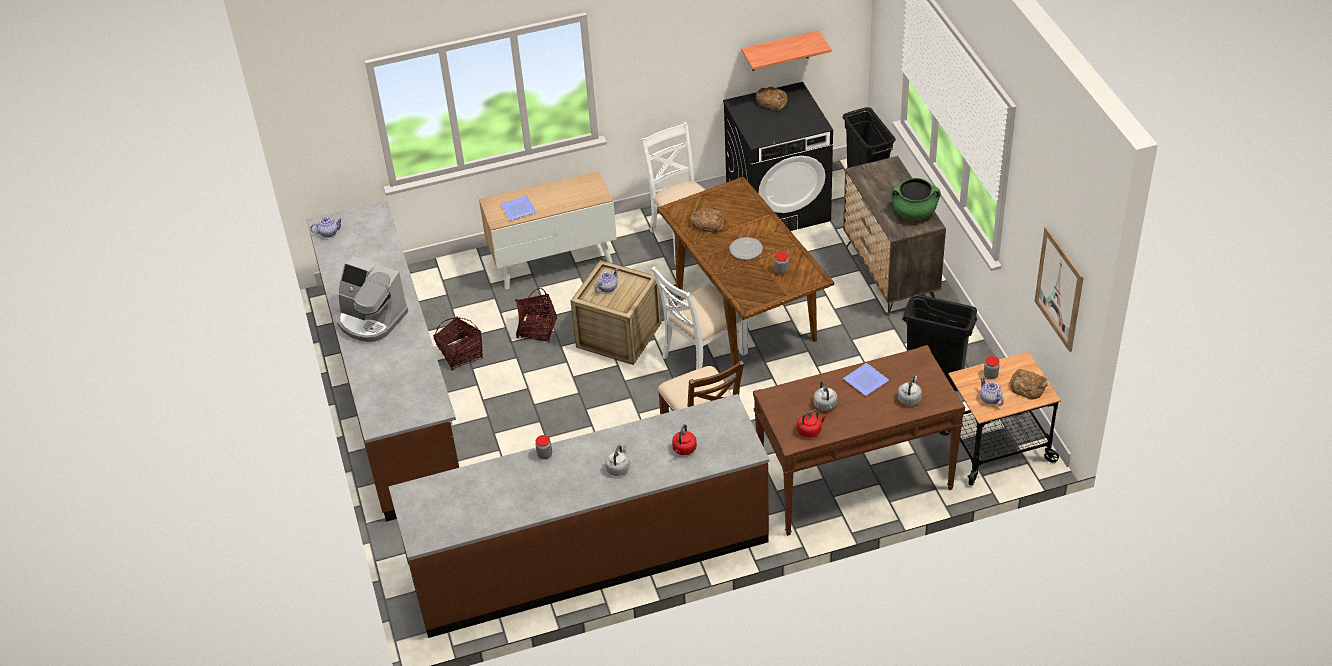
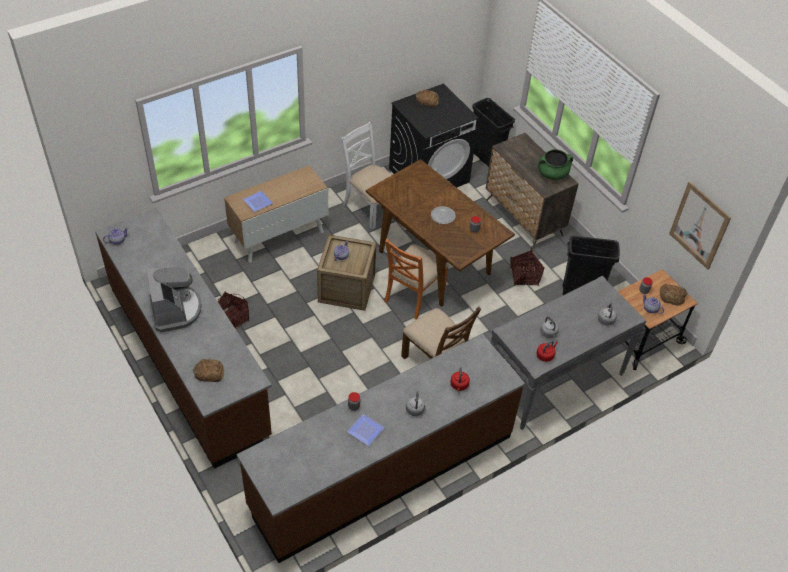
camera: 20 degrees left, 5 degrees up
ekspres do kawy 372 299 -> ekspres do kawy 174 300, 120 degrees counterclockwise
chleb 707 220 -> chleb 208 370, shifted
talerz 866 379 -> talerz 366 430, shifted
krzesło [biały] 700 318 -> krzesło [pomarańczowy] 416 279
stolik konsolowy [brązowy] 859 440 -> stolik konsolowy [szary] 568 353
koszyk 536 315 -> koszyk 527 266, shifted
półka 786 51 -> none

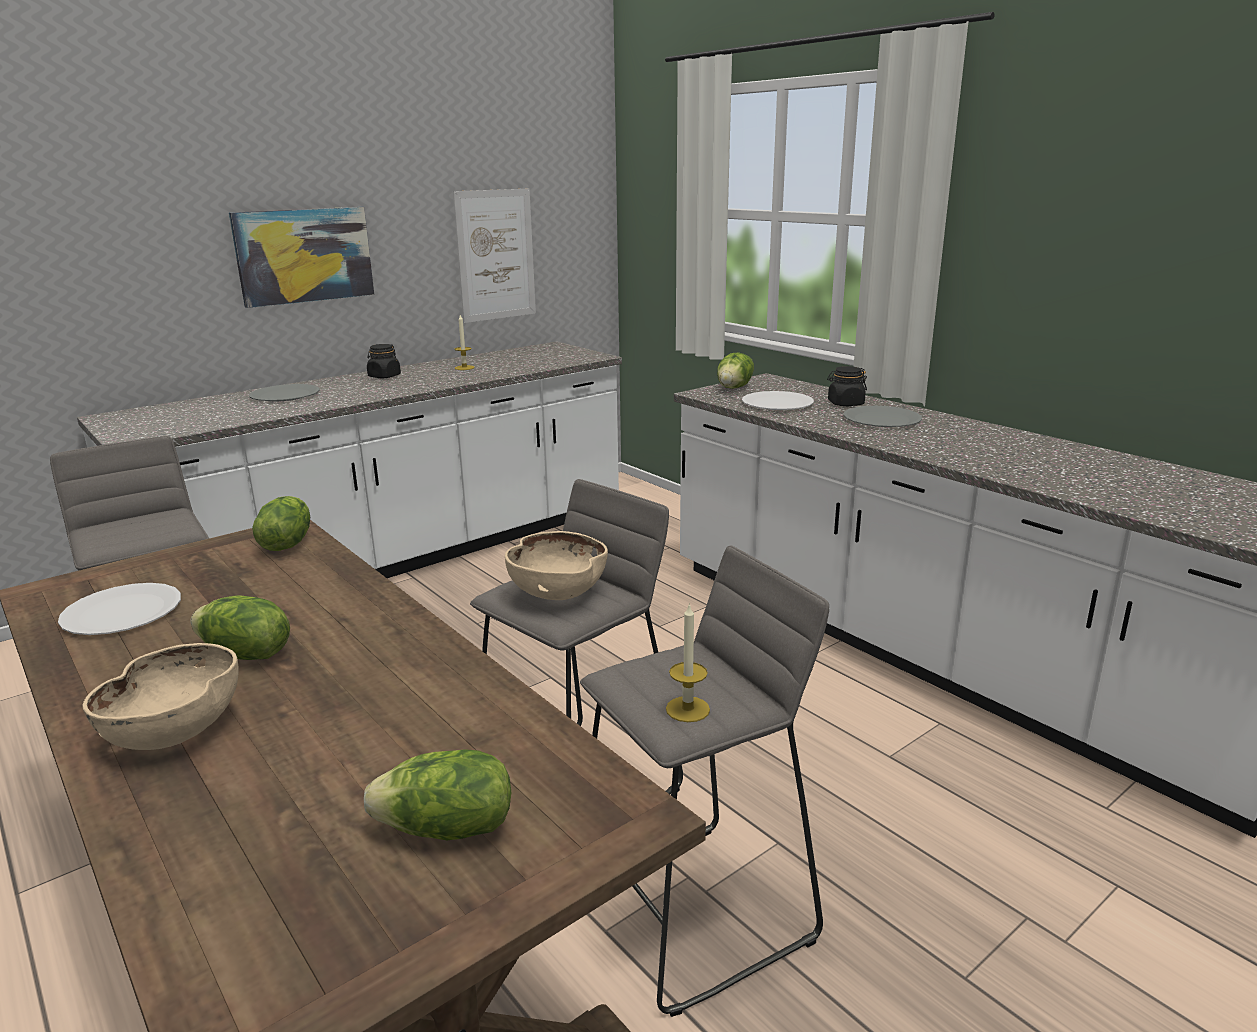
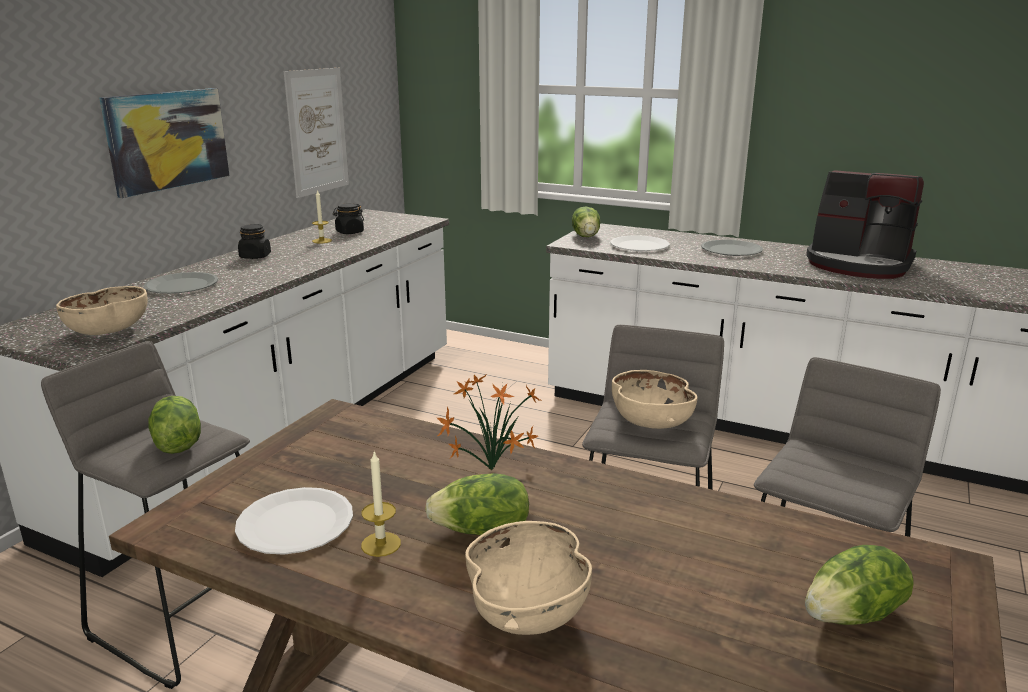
camera: 25 degrees left, 0 degrees up
none -> miska [beżowy] 102 310
sałata 281 523 -> sałata 174 425, shifted
słoik [czarny] 847 386 -> słoik [czarny] 348 218, shifted
świeca 688 662 -> świeca 381 504, shifted
none -> roślina doniczkowa 489 423
none -> ekspres do kawy 865 224

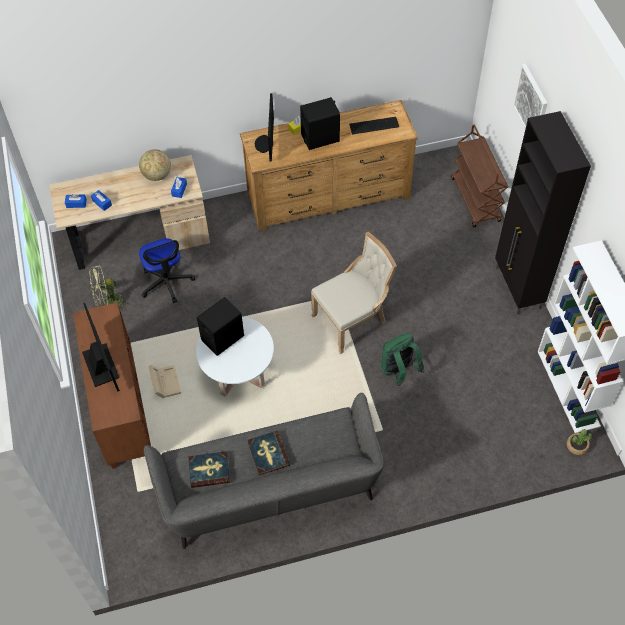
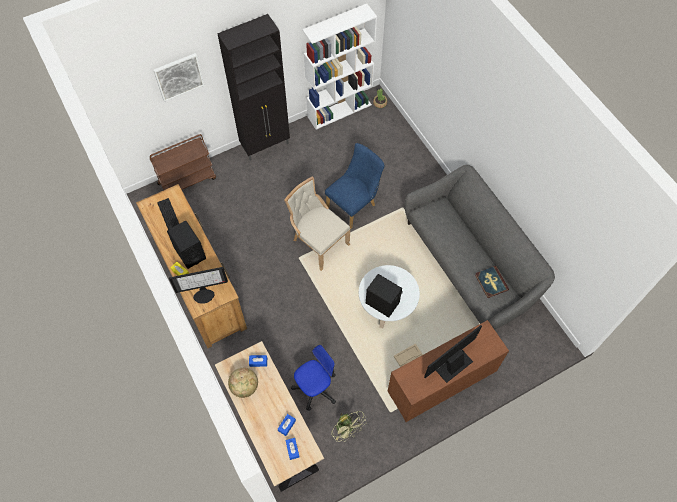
camera: 105 degrees left, 5 degrees up
plecak [zielony] 402 359 -> krzesło [niebieski] 355 186
książka 269 453 -> none

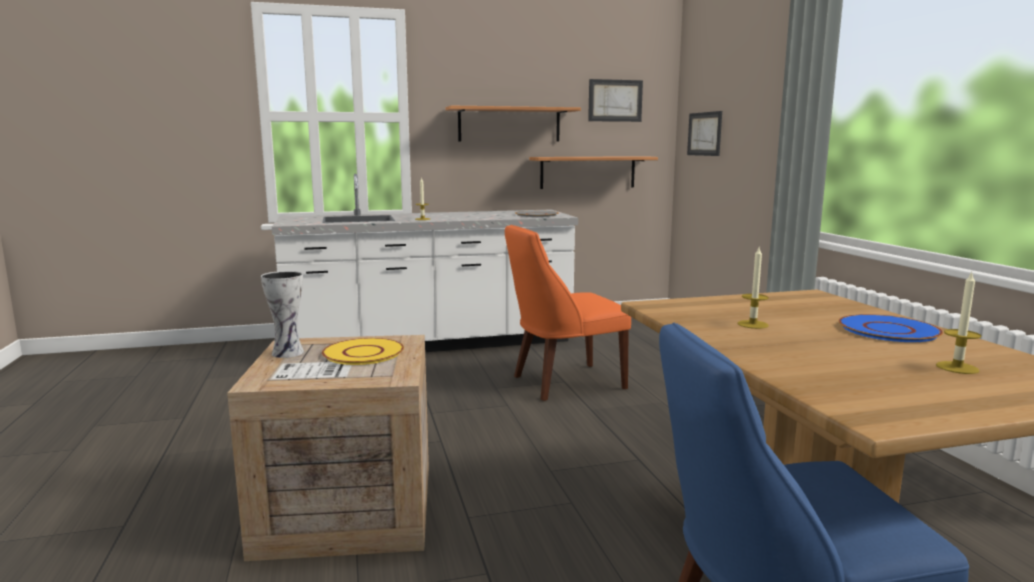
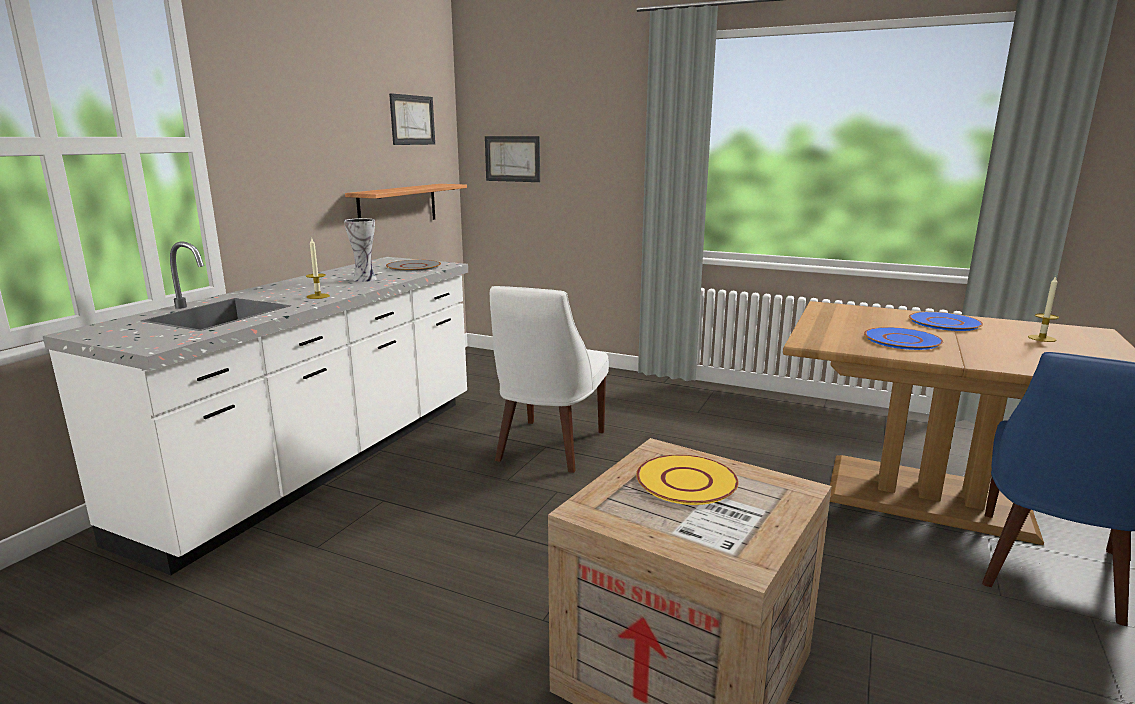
camera: 50 degrees left, 5 degrees up
wazon 282 314 -> wazon 360 250, shifted
krzesło [pomarańczowy] 568 313 -> krzesło [biały] 549 379
świeca 753 288 -> talerz [niebieski] 903 338
półka 513 124 -> none

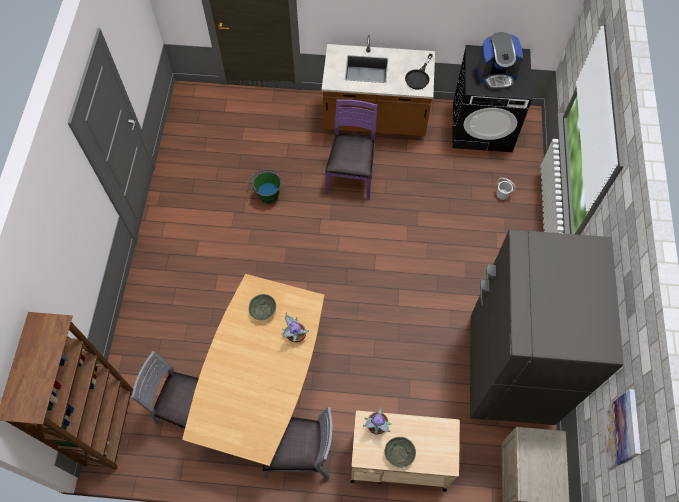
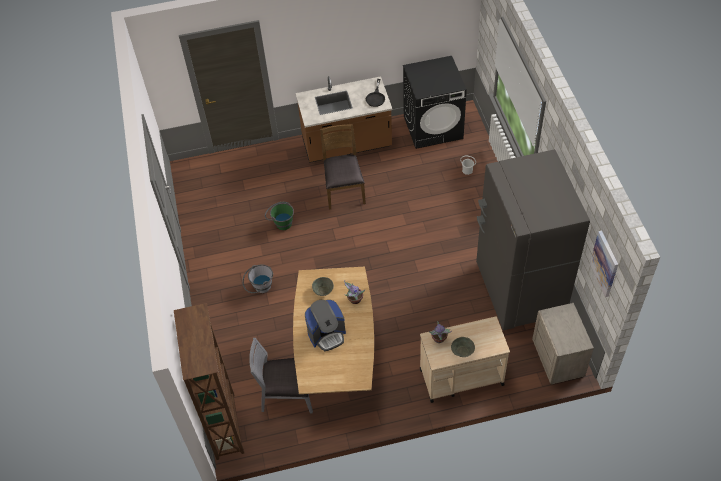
camera: 15 degrees left, 10 degrees down
none -> wiadro [szary] 257 278
ekspres do kawy 500 61 -> ekspres do kawy 325 325, shifted
krzesło [fioletowy] 351 149 -> krzesło [brązowy] 343 167
krzesło [szary] 297 443 -> none

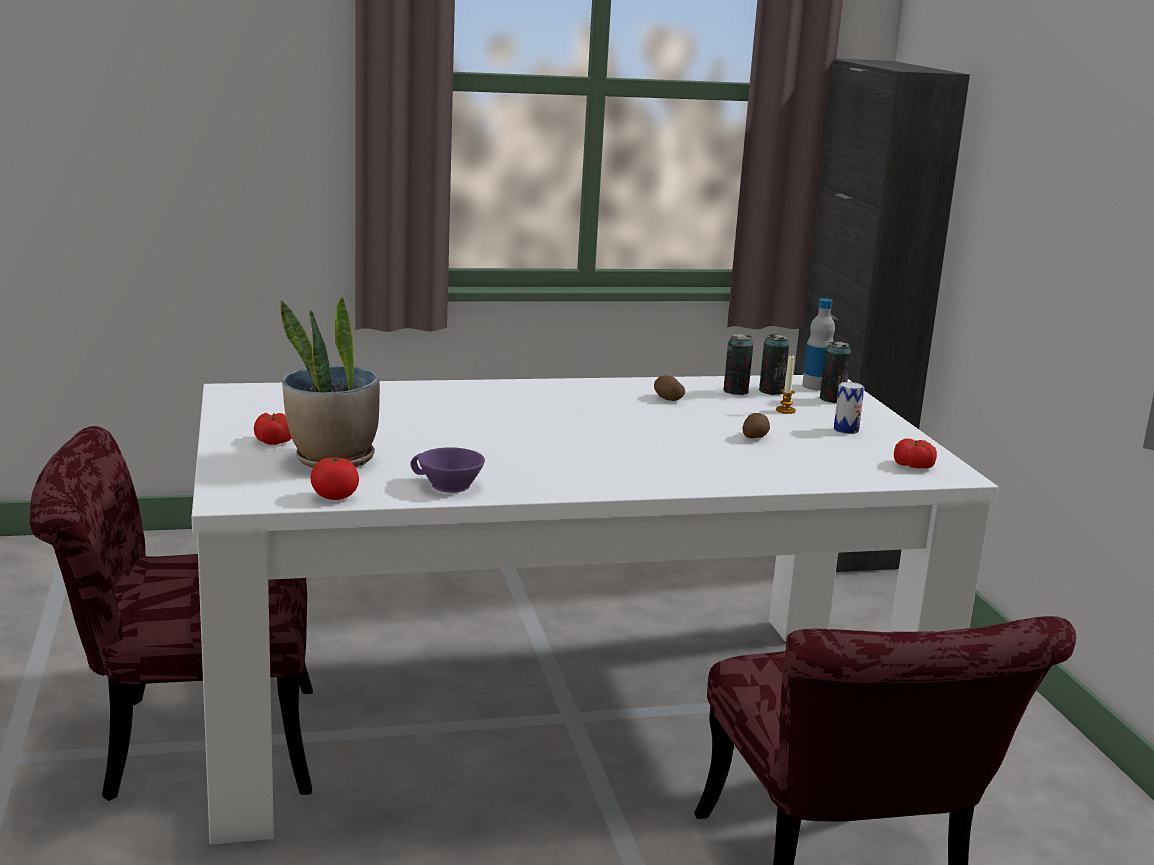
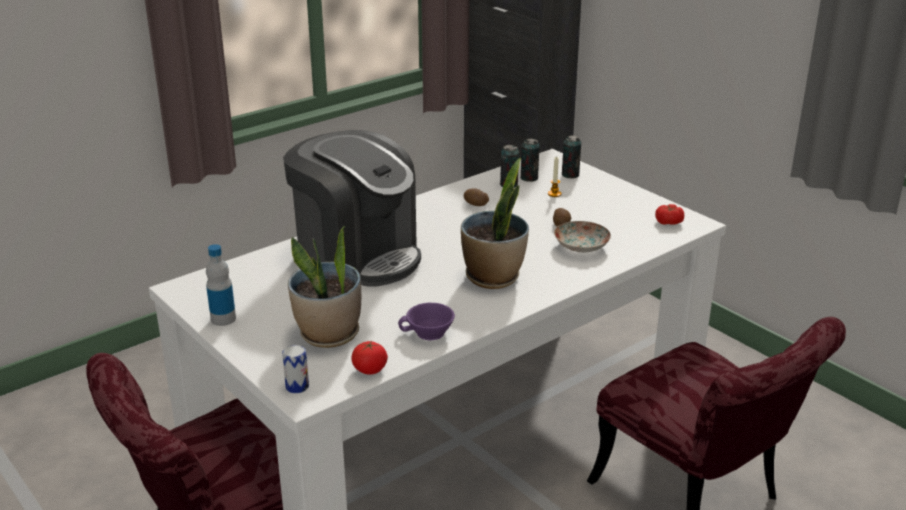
camera: 25 degrees left, 10 degrees up
butelka 818 344 -> butelka 221 285, shifted
puszka 849 408 -> puszka 295 369, shifted
none -> ekspres do kawy 352 208
none -> roślina doniczkowa 495 223
none -> talerz 582 236
pomidor 273 428 -> none

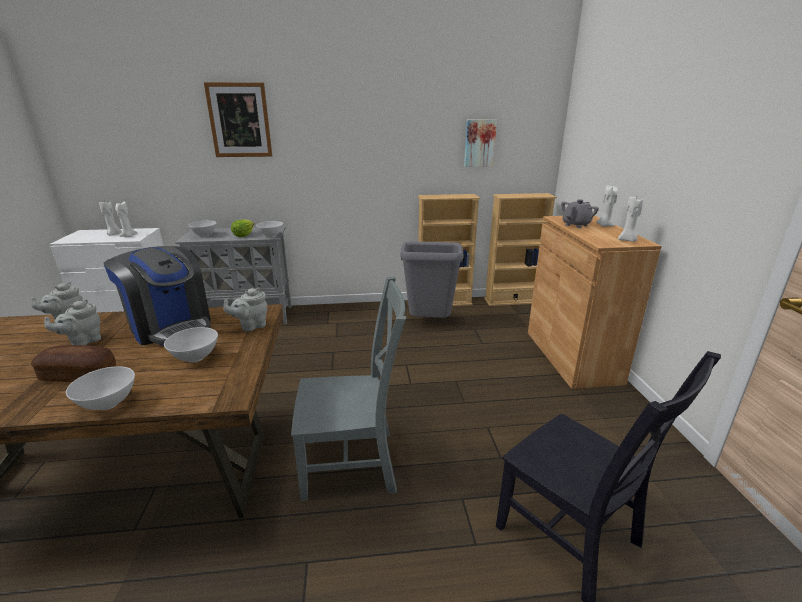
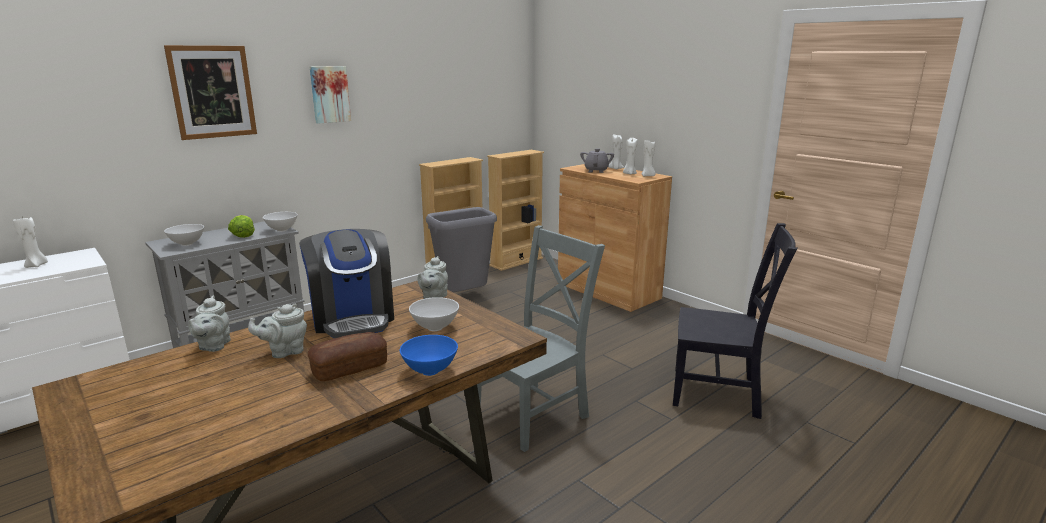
camera: 35 degrees left, 5 degrees down
imbryk [szary] 72 322 -> imbryk [szary] 277 331, 60 degrees clockwise
ekspres do kawy 157 296 -> ekspres do kawy 346 283, 60 degrees clockwise
obraz 480 143 -> obraz 330 95, shifted
miska [biały] 100 388 -> miska [niebieski] 429 355
świeca [biały] 126 219 -> świeca [biały] 630 156, shifted

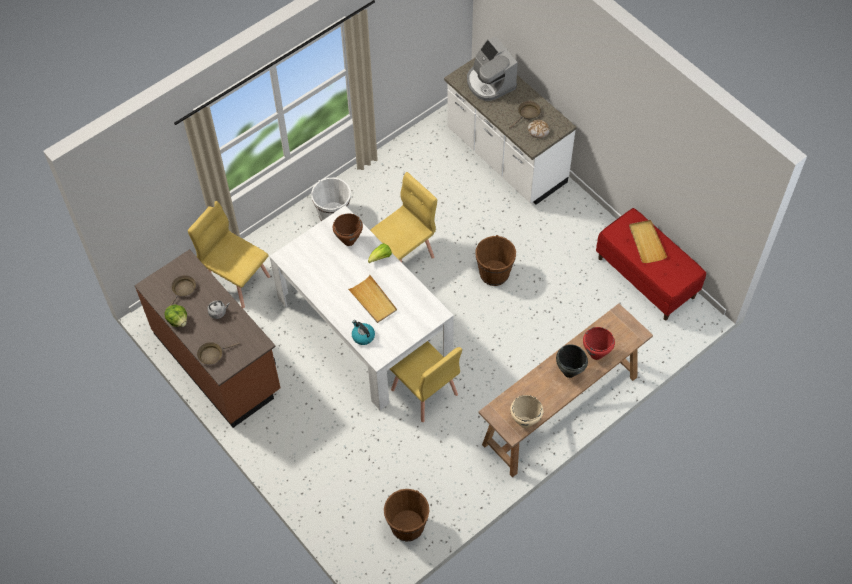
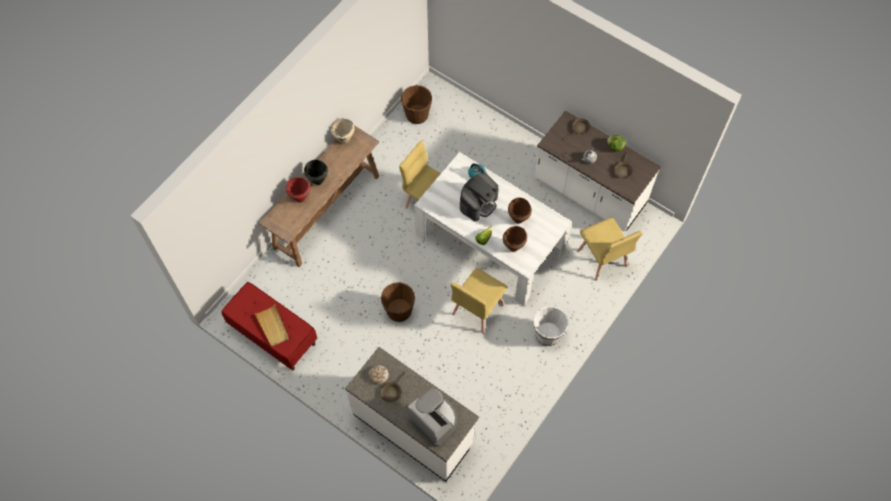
camera: 165 degrees right, 5 degrees up
taca [beżowy] 372 299 -> ekspres do kawy 479 197
none -> garnek [brązowy] 520 210
zabudowa kuchenna [brązowy] 207 338 -> zabudowa kuchenna [biały] 597 171
krzesło [żółty] 229 254 -> krzesło [żółty] 609 249, 45 degrees clockwise

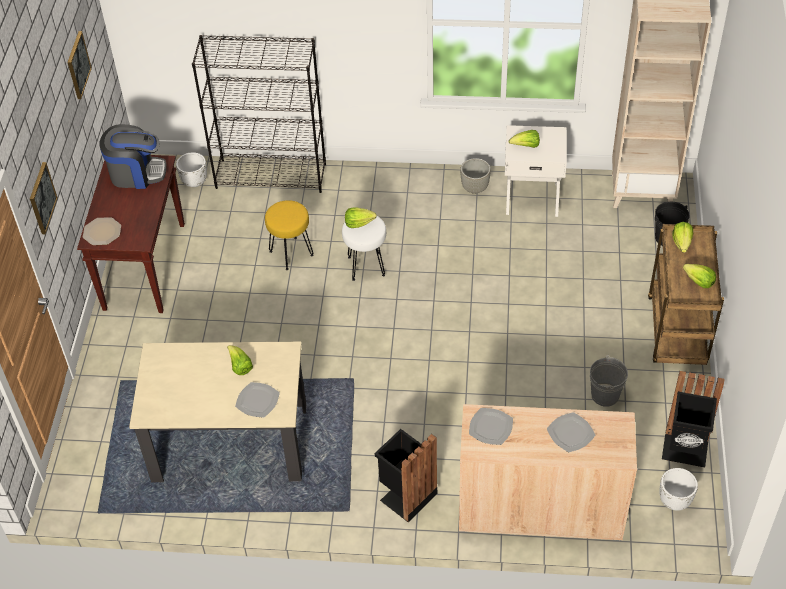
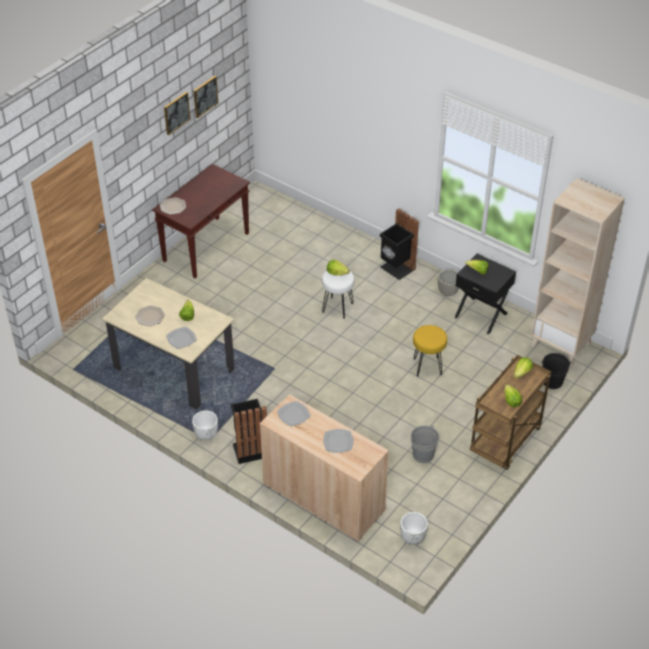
camera: 30 degrees right, 5 degrees down
none -> talerz 150 315
obraz 44 198 -> obraz 177 113, shifted
donica [biały] 191 169 -> donica [biały] 205 425, shifted
kosz na śmieci [czarny] 693 419 -> kosz na śmieci [czarny] 399 244, shifted
stołek [żółty] 289 235 -> stołek [żółty] 430 351, shifted
szafka nocna [biały] 536 171 -> szafka nocna [czarny] 485 294
ekspres do kawy 133 156 -> none
regał [czarny] 259 114 -> none

